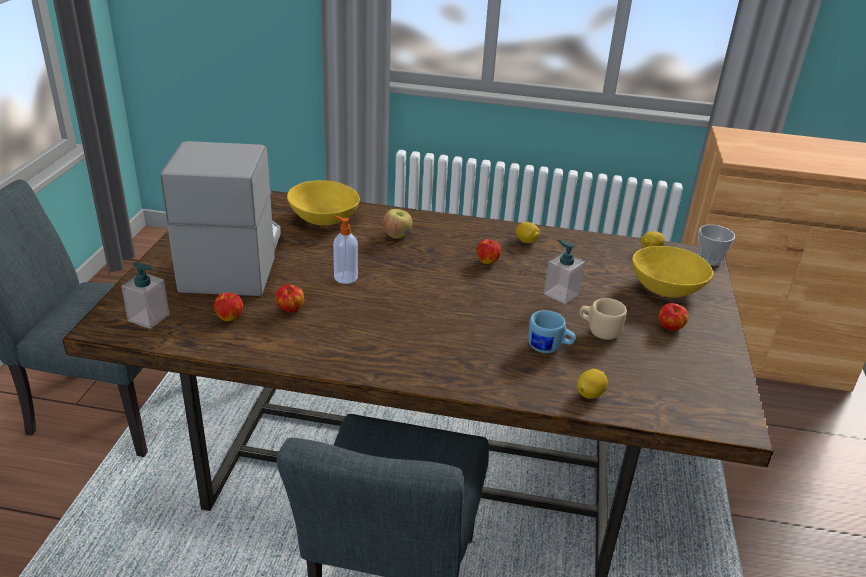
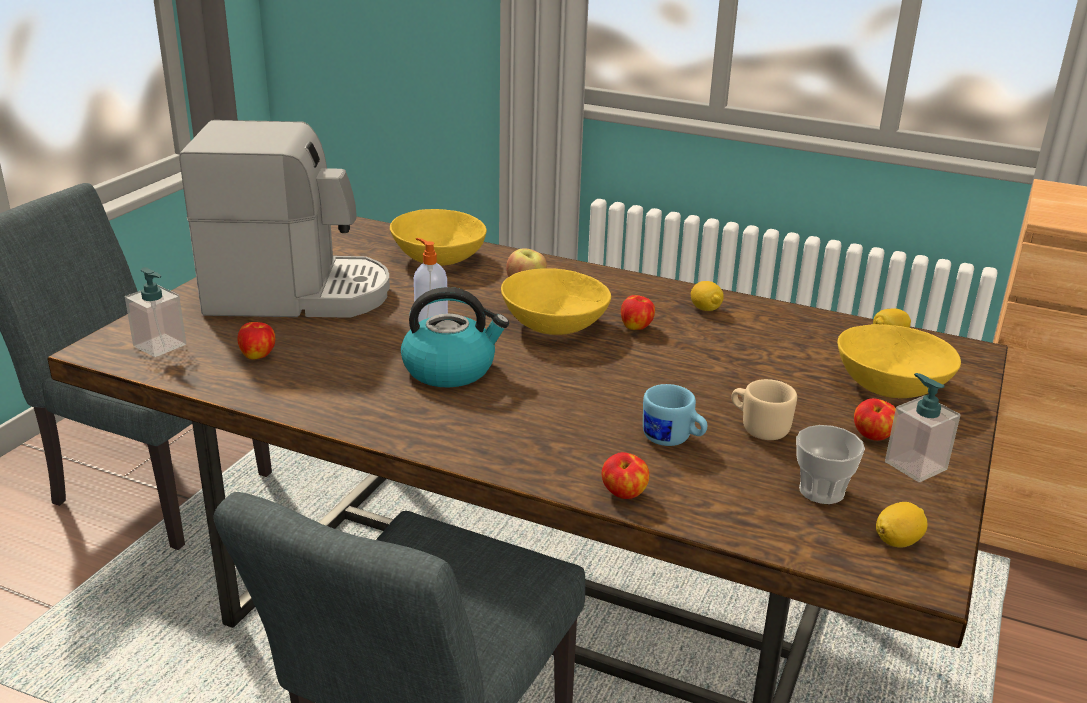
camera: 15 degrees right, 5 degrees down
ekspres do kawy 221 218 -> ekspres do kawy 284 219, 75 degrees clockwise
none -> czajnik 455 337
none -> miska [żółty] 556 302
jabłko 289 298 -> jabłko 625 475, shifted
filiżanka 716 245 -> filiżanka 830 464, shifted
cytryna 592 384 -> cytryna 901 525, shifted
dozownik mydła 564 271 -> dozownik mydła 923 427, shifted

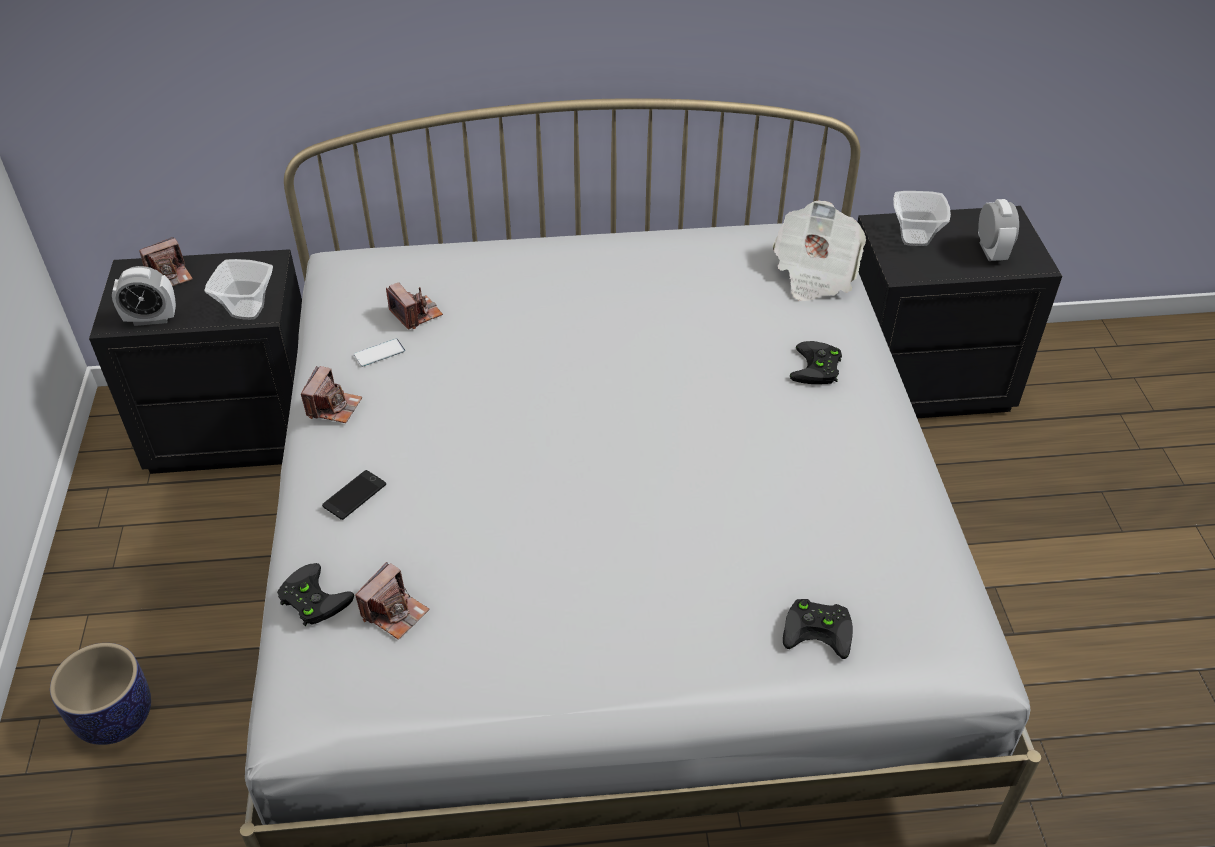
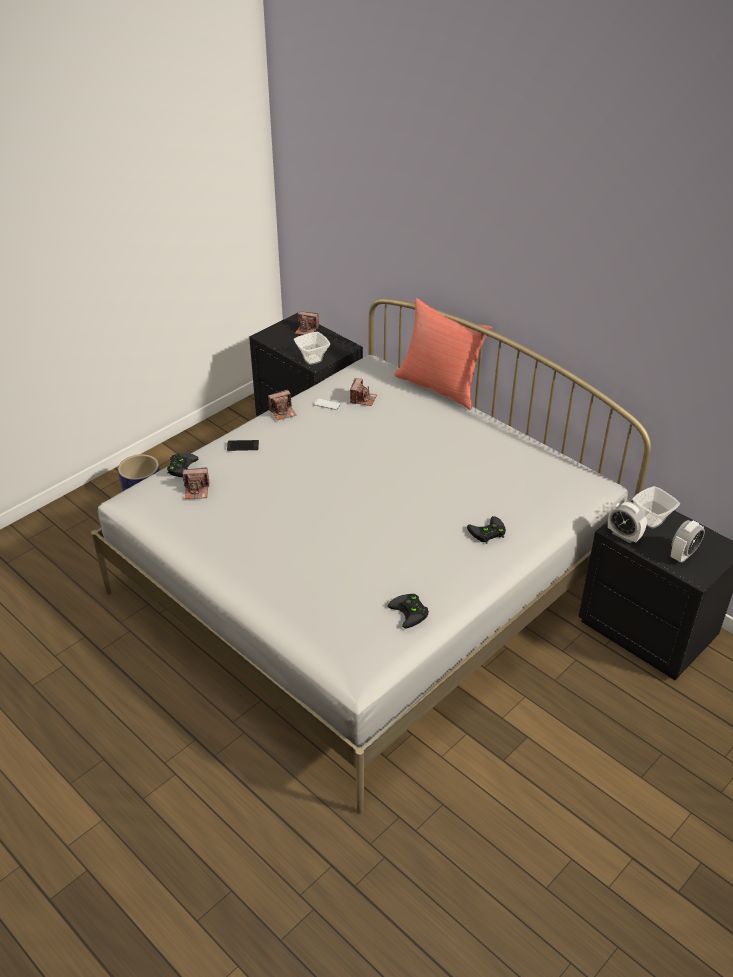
camera: 50 degrees right, 5 degrees down
pad do gier [czarny] 818 629 -> pad do gier [czarny] 408 611, shifted
none -> poduszka [czerwony] 443 354
budzik 144 296 -> budzik 627 522, shifted
gazeta 819 251 -> none

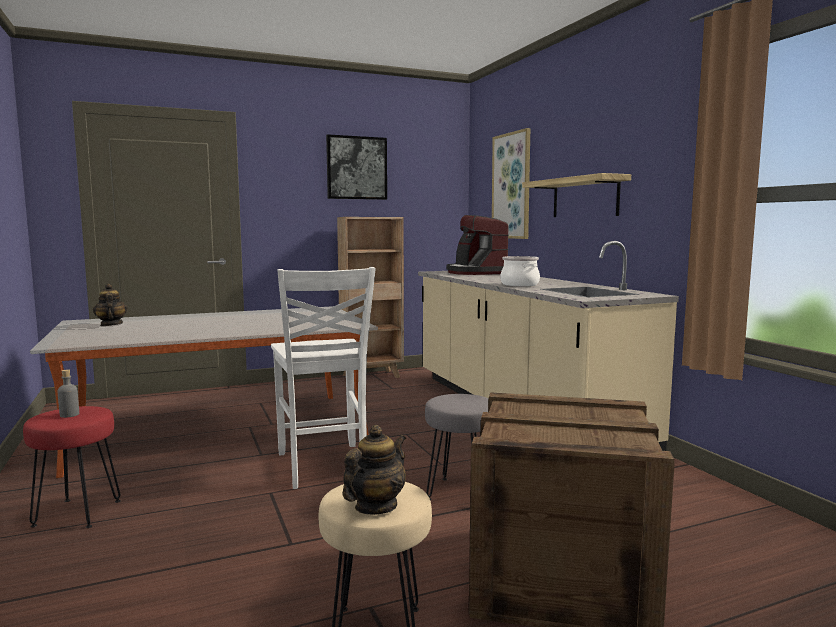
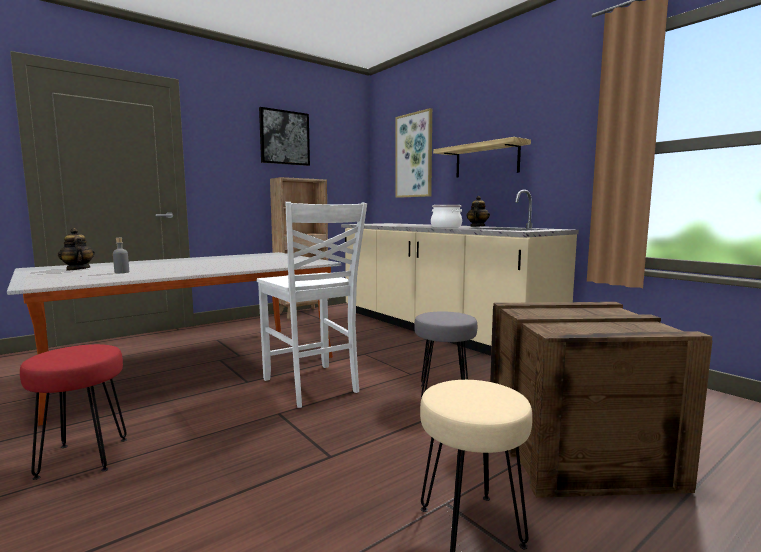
camera: 15 degrees left, 0 degrees up
butelka [szary] 68 394 -> butelka [szary] 121 255, shifted
imbryk 374 470 -> imbryk 478 211, shifted
ekspres do kawy 478 245 -> none

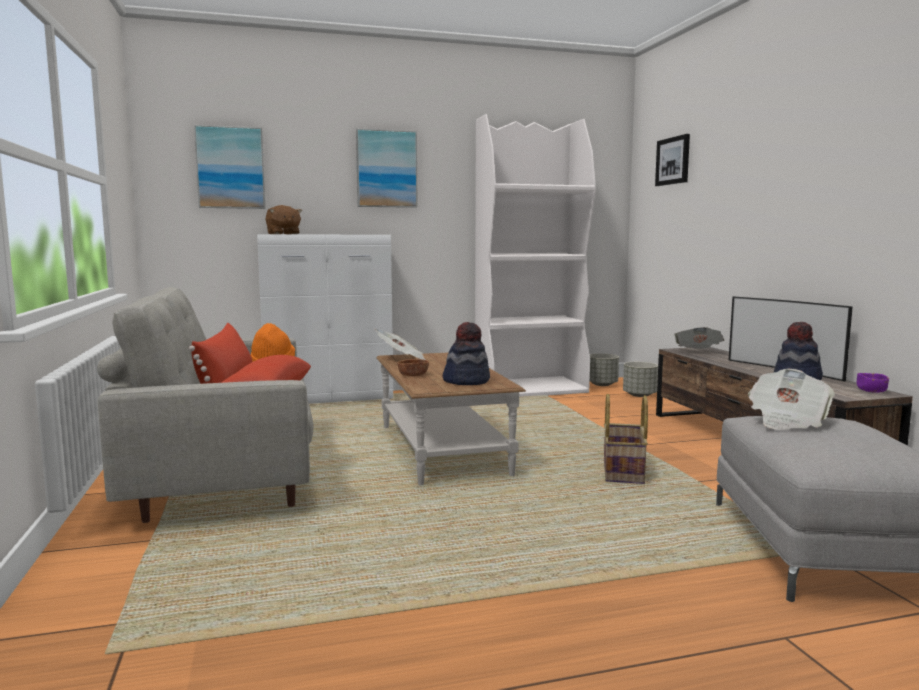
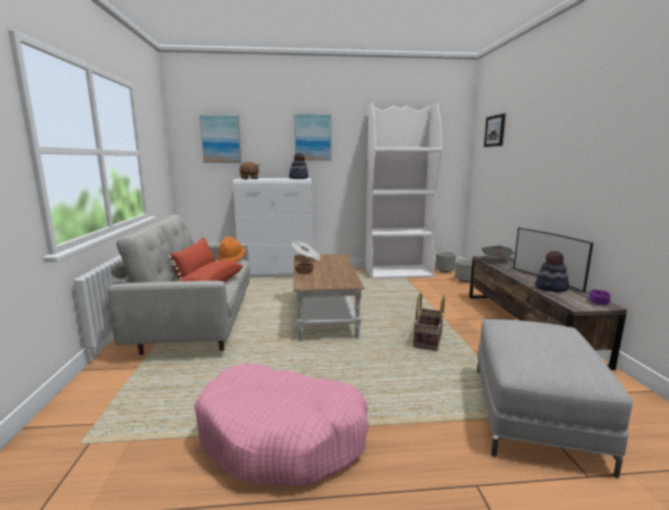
camera: 10 degrees right, 5 degrees up
none -> legowisko [różowy] 281 425
kapelusz 466 353 -> kapelusz 298 166, shifted
gazeta 791 399 -> none

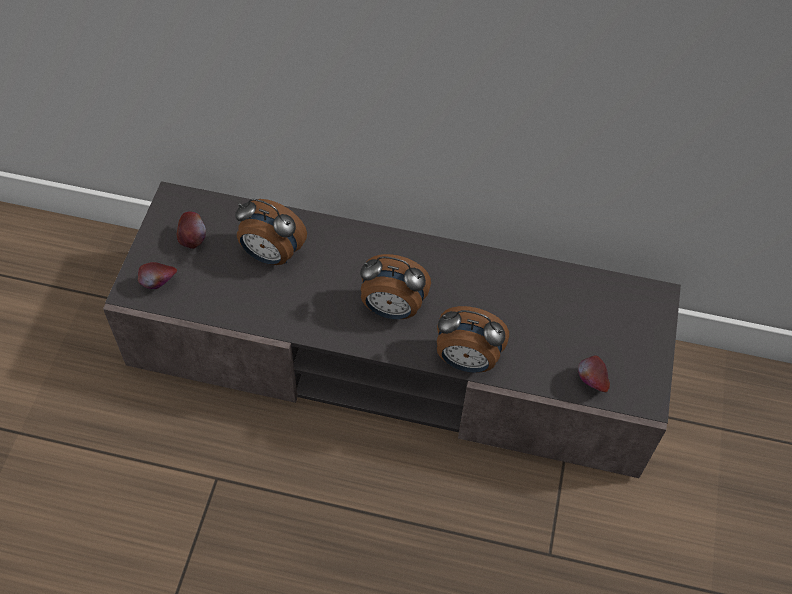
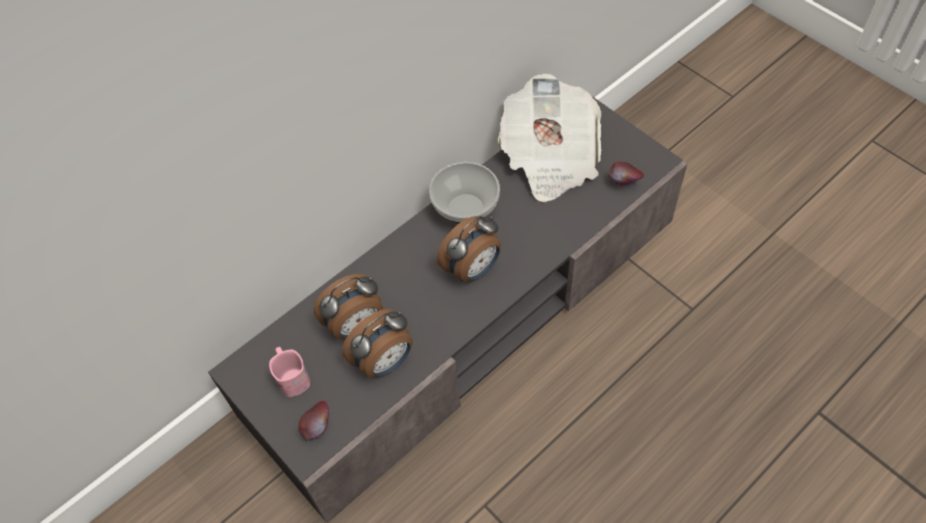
camera: 50 degrees left, 0 degrees up
jabłko 191 230 -> kubek [różowy] 289 372
budzik 473 339 -> budzik 377 343, shifted
none -> miska 464 193
none -> gazeta 549 138

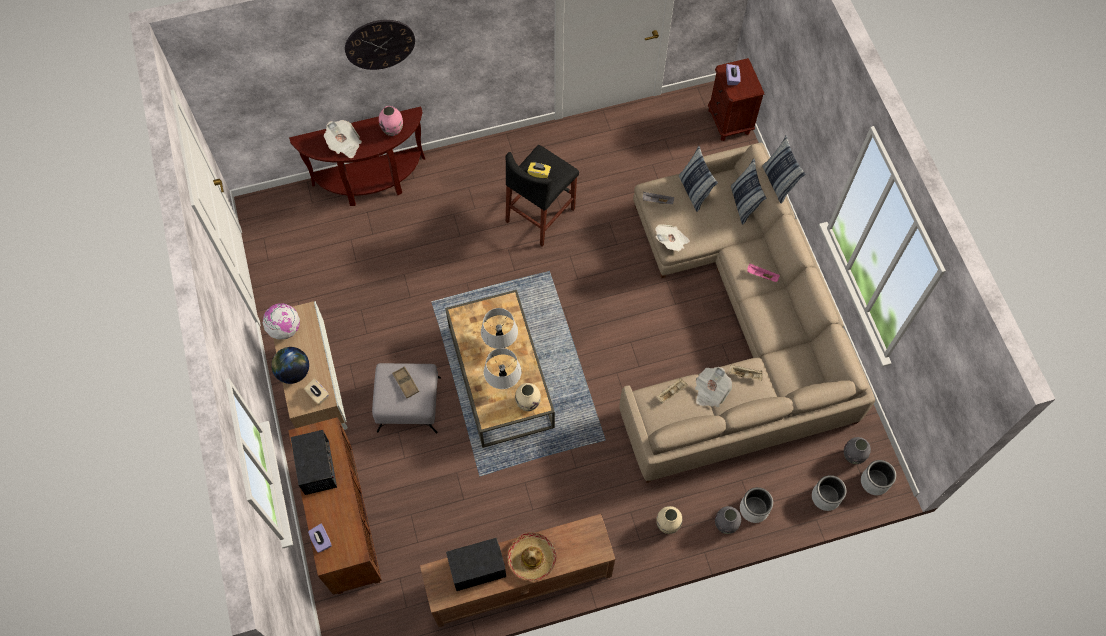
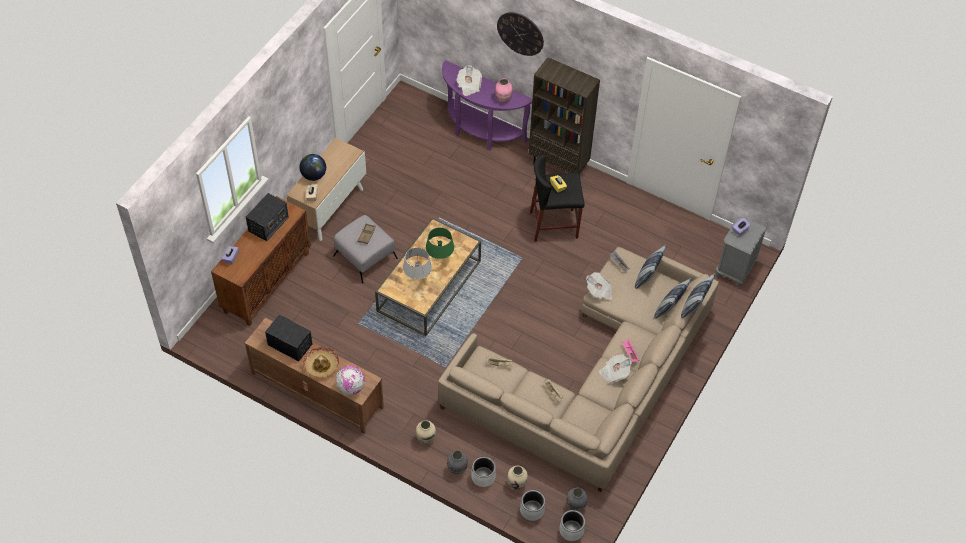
camera: 45 degrees right, 10 degrees down
globus 281 321 -> globus 350 380, shifted
lampa stołowa [szary] 499 328 -> lampa stołowa [zielony] 440 243
stolik konsolowy [brązowy] 357 156 -> stolik konsolowy [fioletowy] 487 105
wazon [beżowy] 528 397 -> wazon [beżowy] 517 478, shifted
none -> regał [brązowy] 564 115
gazeta 713 387 -> gazeta 615 369, shifted
szafka nocna [brązowy] 736 99 -> szafka nocna [szary] 741 251

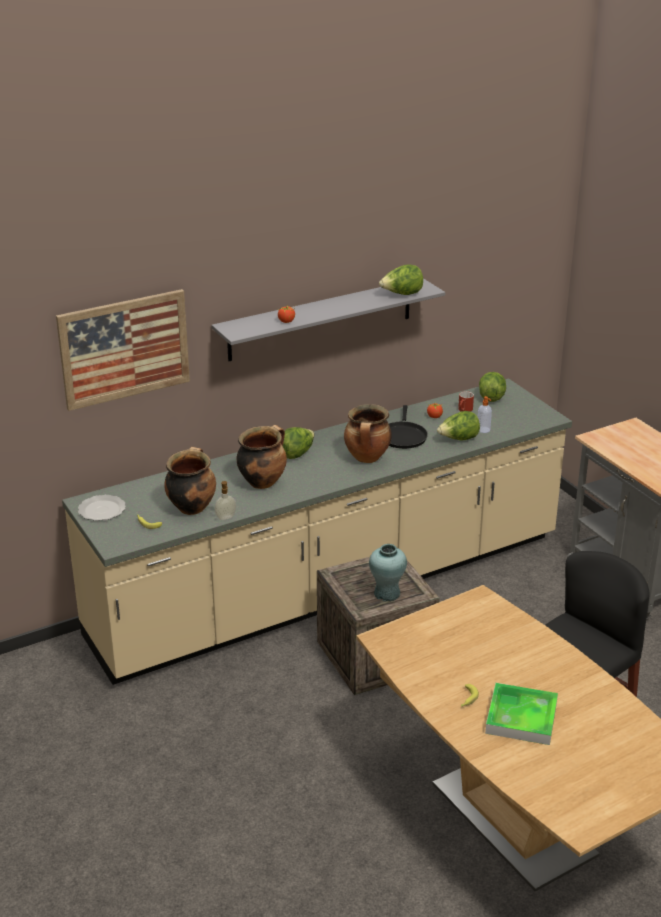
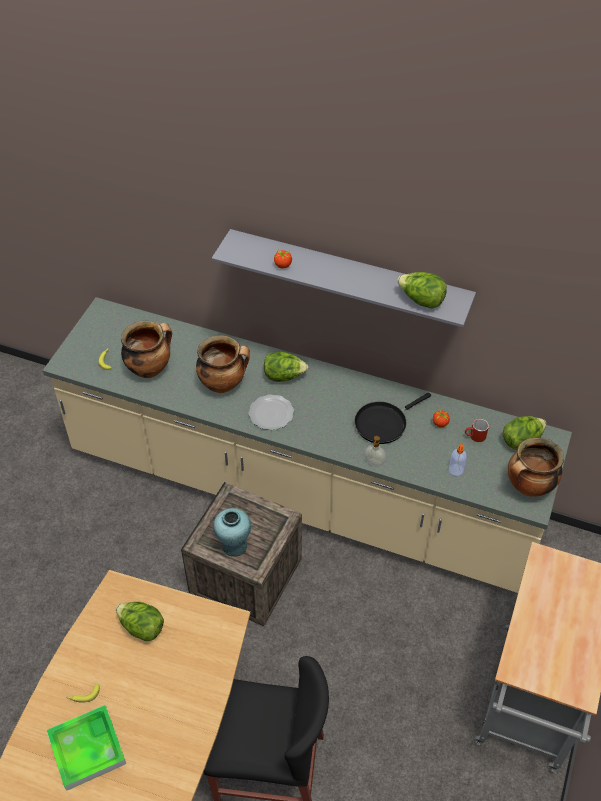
camera: 50 degrees right, 20 degrees up
sałata 458 426 -> sałata 140 621, shifted
talerz 102 508 -> talerz 271 412, shifted
dozownik mydła 225 500 -> dozownik mydła 375 451, shifted
garnek 368 433 -> garnek 536 467, shifted
obraz 123 350 -> none

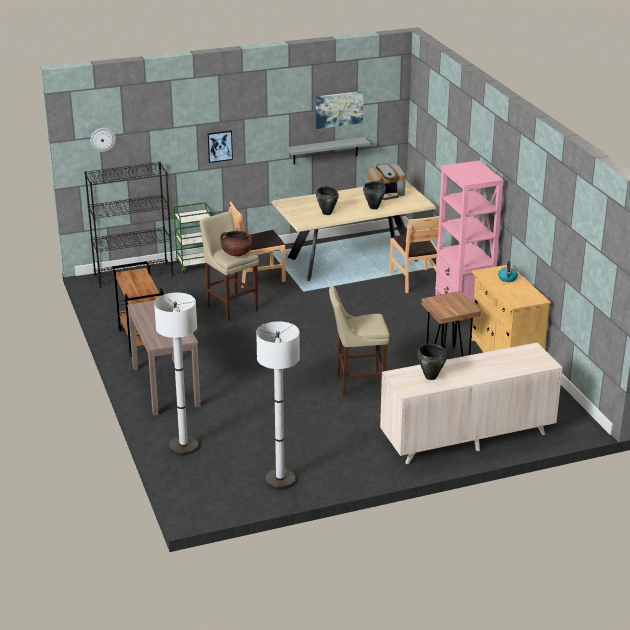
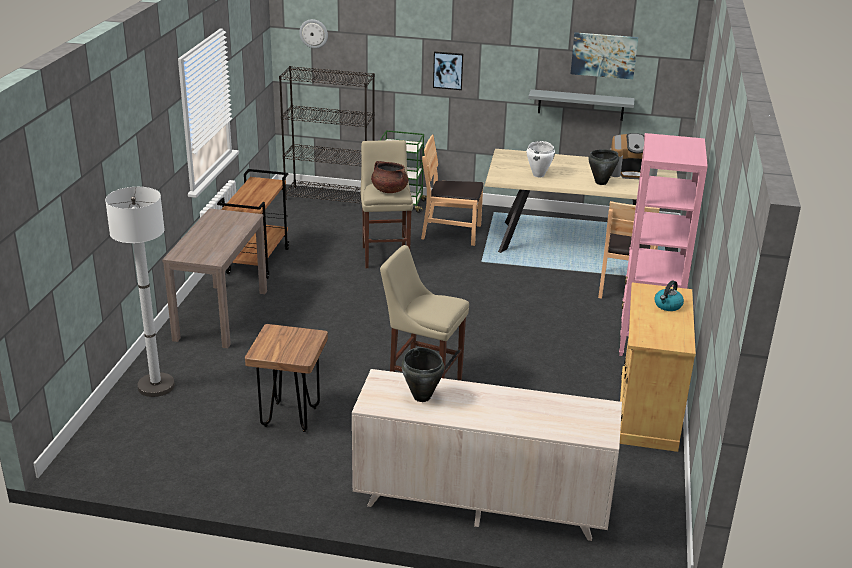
camera: 30 degrees right, 0 degrees up
stołek [brązowy] 451 324 -> stołek [brązowy] 286 378, shifted
garnek [czarny] 327 200 -> garnek [biały] 540 159
lampa stojąca [biały] 278 405 -> none

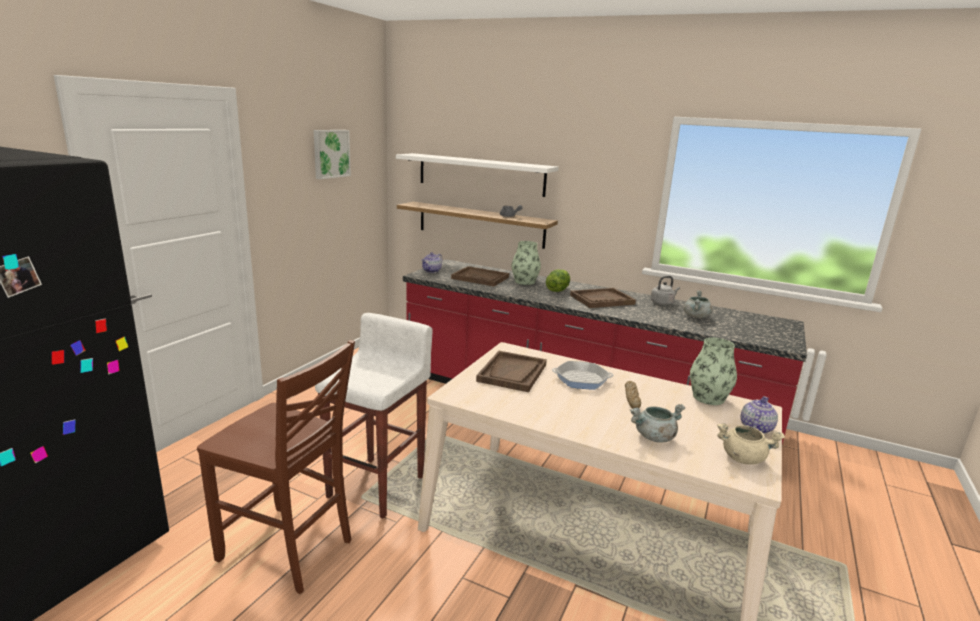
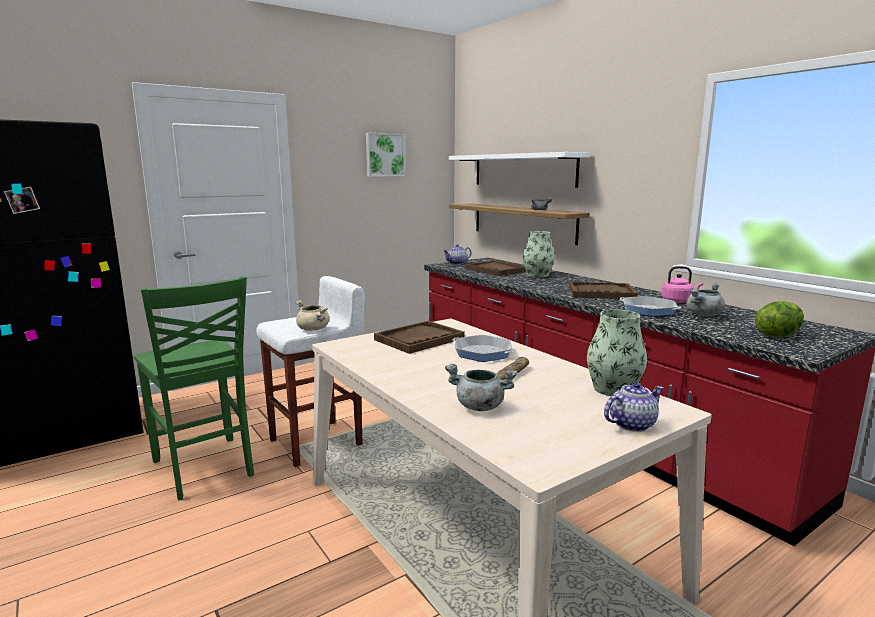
camera: 30 degrees right, 5 degrees down
krzesło [brązowy] 276 467 -> krzesło [zielony] 194 388
garnek [beżowy] 751 444 -> garnek [beżowy] 312 315, shifted
none -> patelnia 650 306
czajnik [szary] 665 290 -> czajnik [różowy] 682 284
sałata 558 280 -> sałata 779 319, shifted

